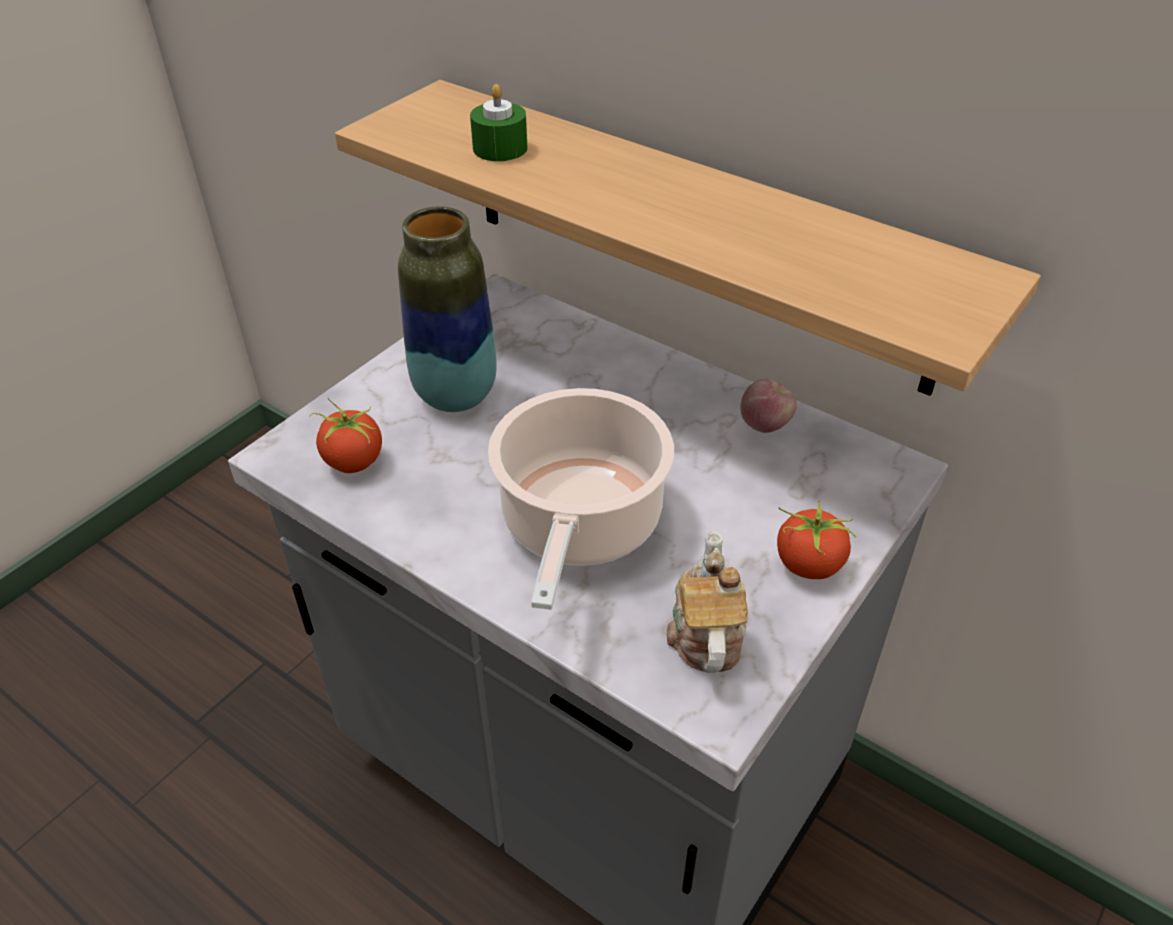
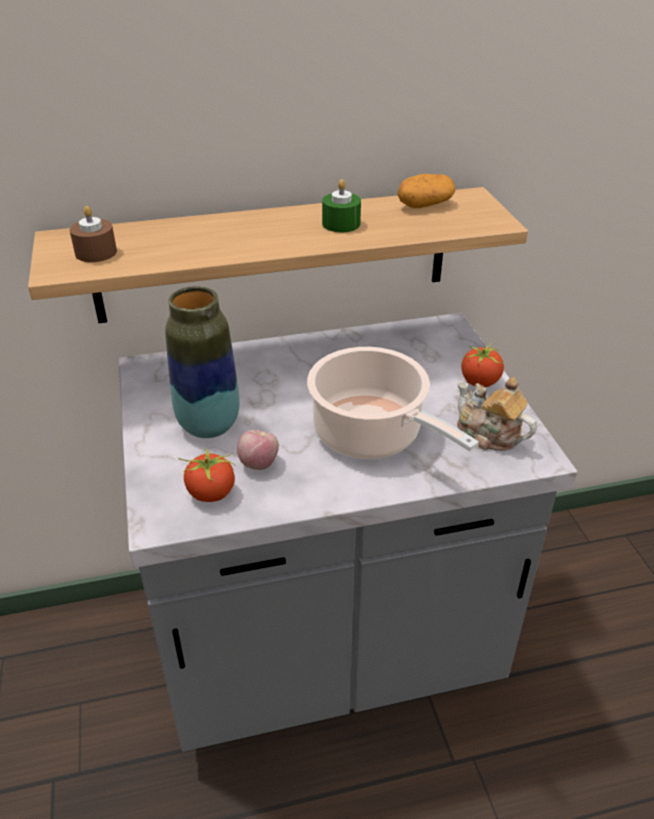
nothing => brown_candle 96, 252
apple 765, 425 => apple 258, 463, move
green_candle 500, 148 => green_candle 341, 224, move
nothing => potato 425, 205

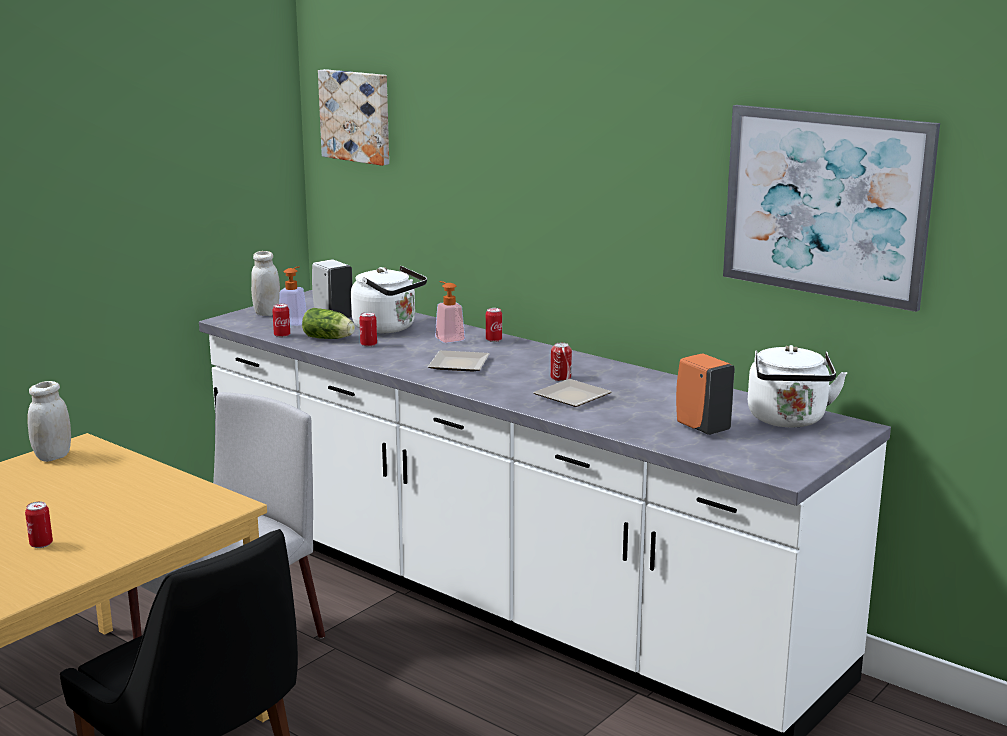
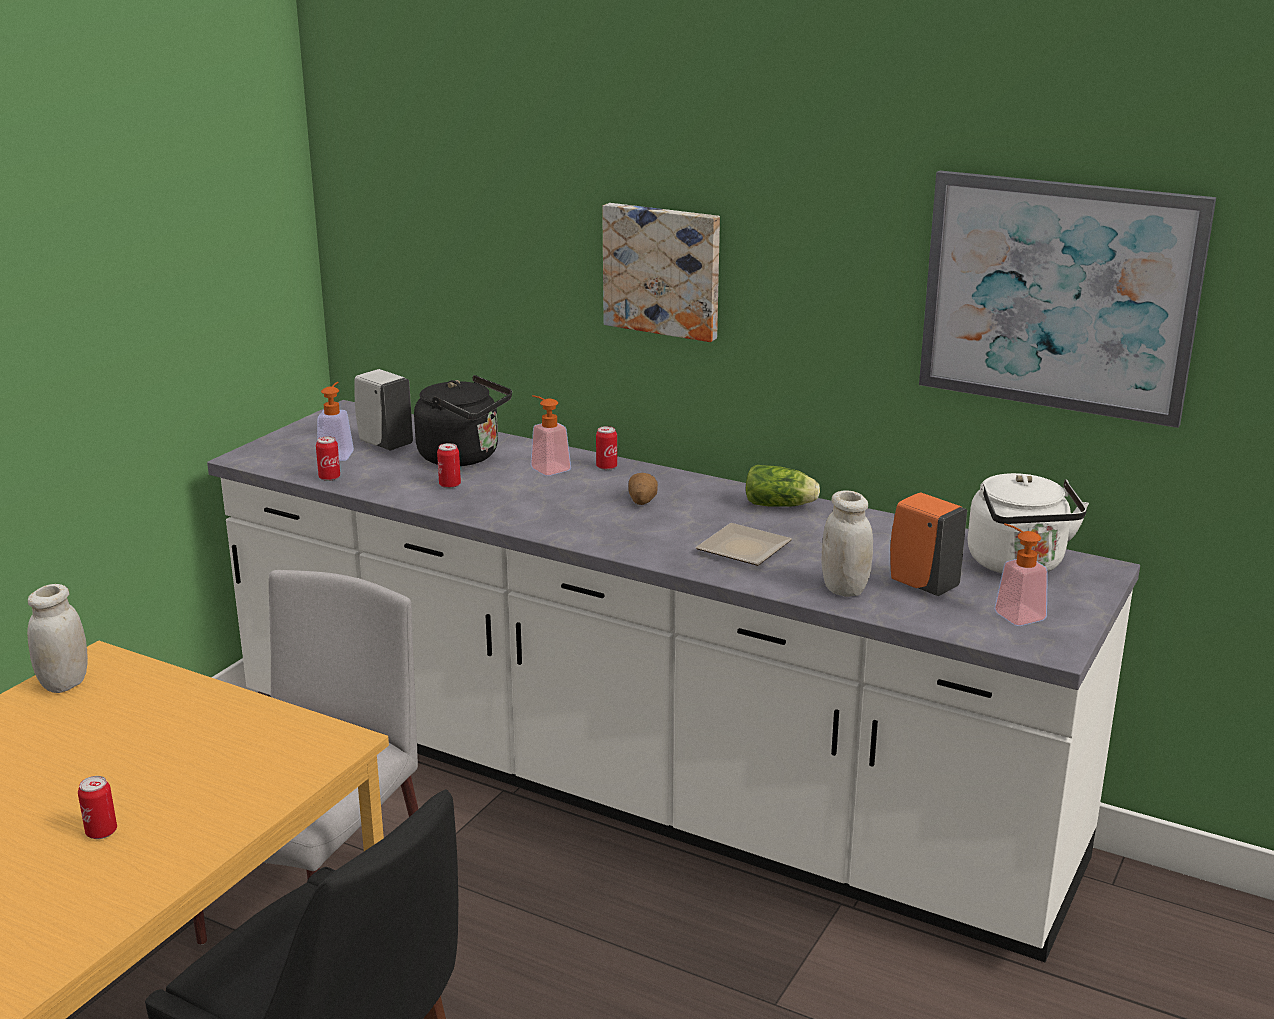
white_kettle 388, 328 => black_kettle 464, 457
picture 357, 116 => picture 663, 270, move
nothing => potato 642, 501
lettuce 330, 339 => lettuce 781, 505, move
white_jar 267, 313 => white_jar 844, 589, move
nothing => soap_dispenser 1014, 612
plate 457, 364 => nothing
can 560, 377 => nothing

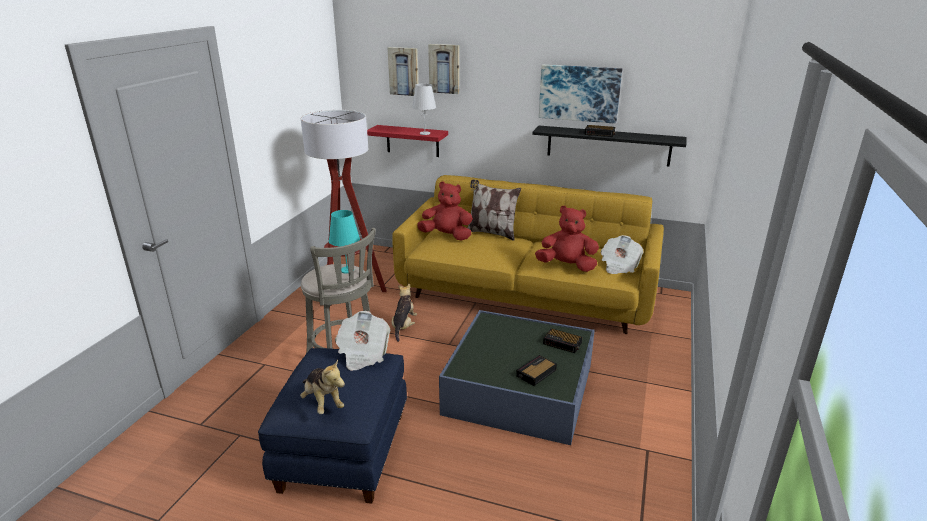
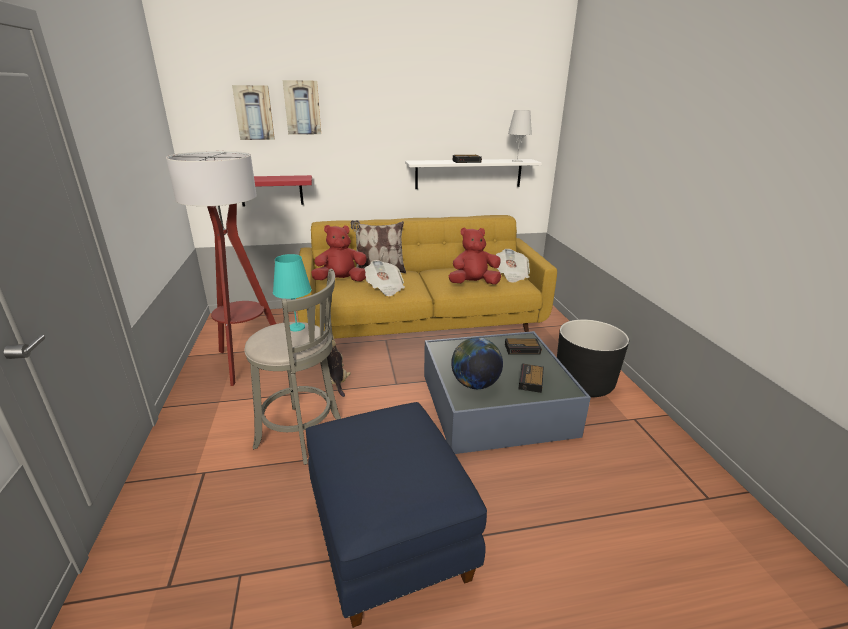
newspaper 363, 353 => newspaper 385, 288, move
black_shelf 608, 145 => white_shelf 469, 173
nothing => globe 475, 384
white_table_lamp 424, 133 => white_table_lamp 517, 161, move
nothing => black_planter 583, 383
plush_toy 323, 402 => nothing
picture 579, 93 => nothing

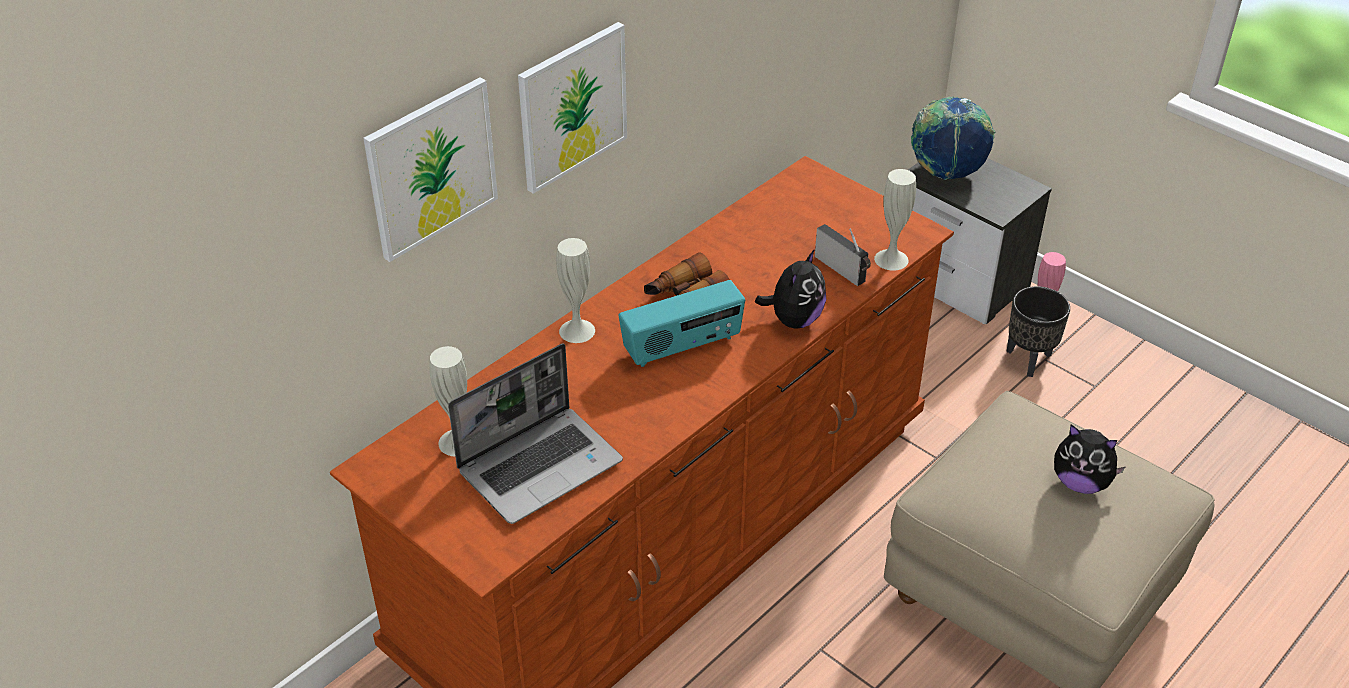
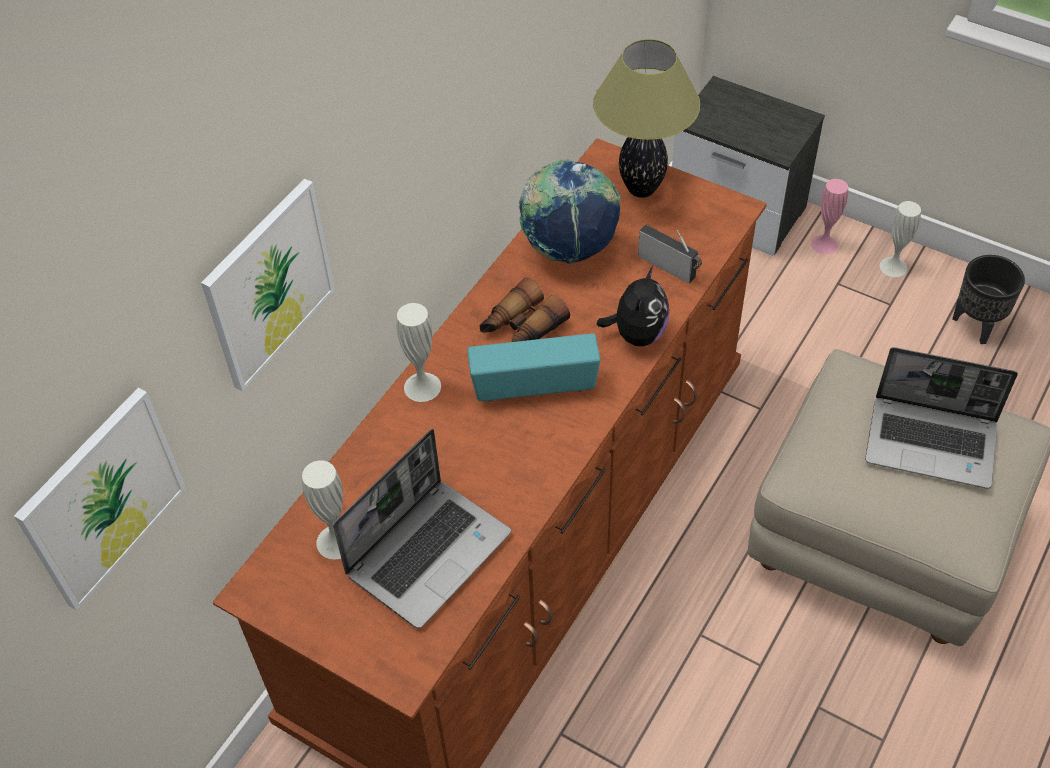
picture 572, 106 => picture 102, 498, move
radio 682, 347 => radio 534, 386, 150 degrees counterclockwise
globe 946, 173 => globe 569, 248, move
nothing => table_lamp 642, 189
plush_toy 1080, 482 => laptop 932, 442
white_vase 891, 259 => white_vase 893, 267, move
black_planter 1028, 360 => black_planter 976, 326, move

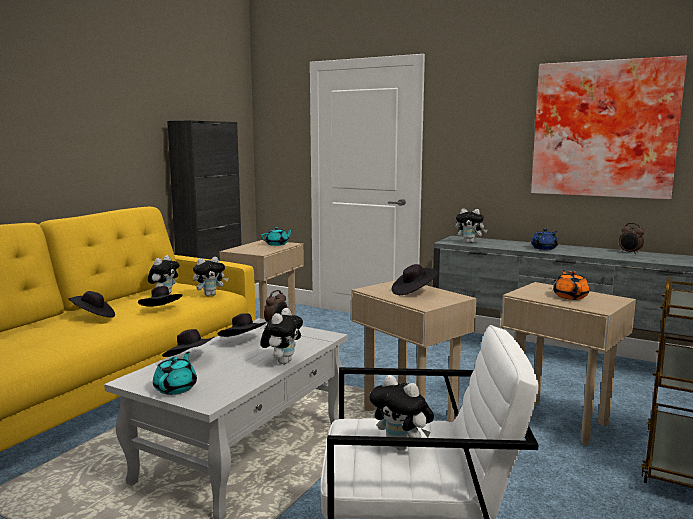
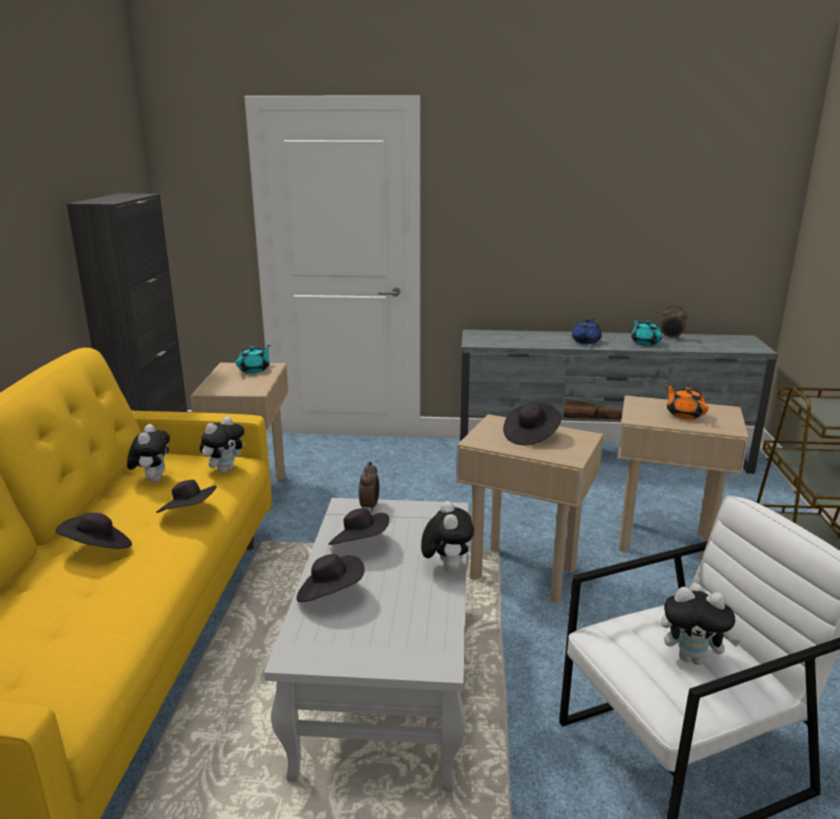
turquoise_teapot 176, 388 => turquoise_teapot 645, 342, move
plush_toy 470, 242 => nothing
picture 604, 129 => nothing

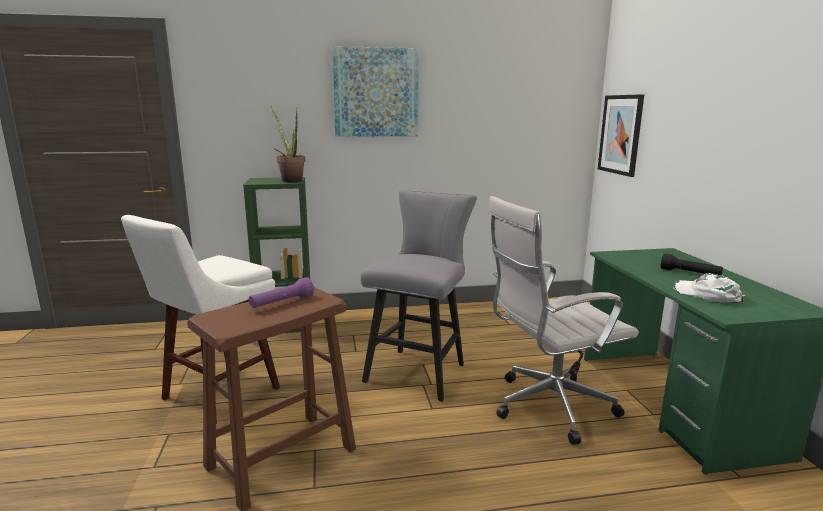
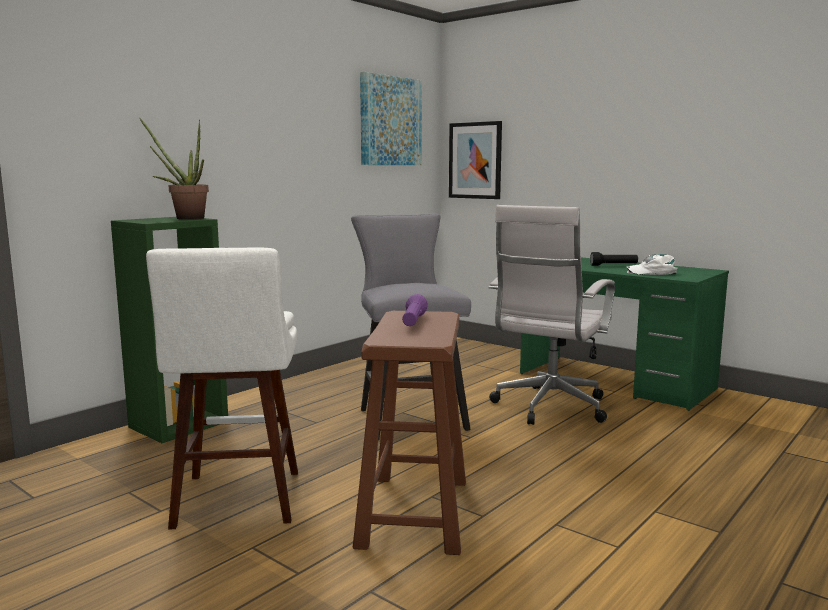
picture 375, 92 => picture 390, 121, move

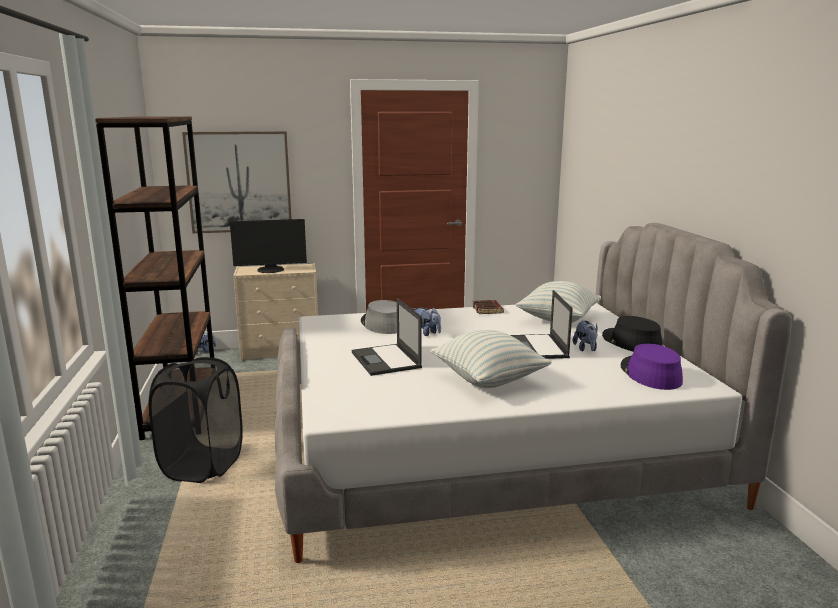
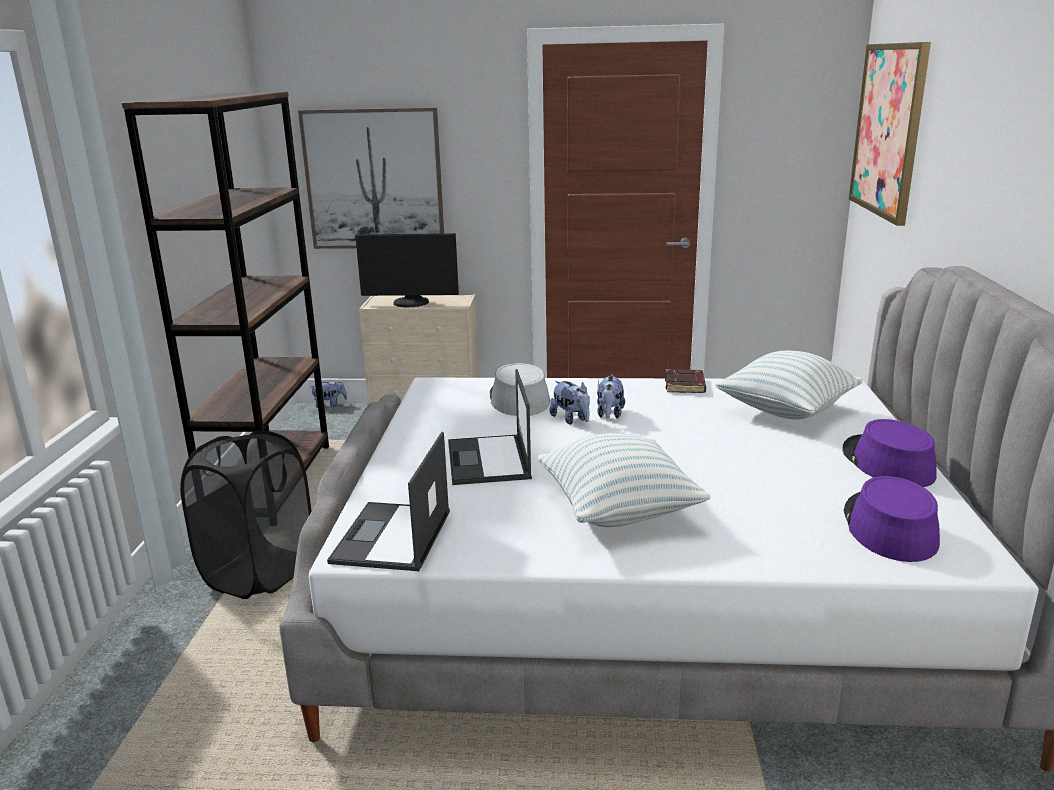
laptop 536, 348 => laptop 392, 537, move
plush_toy 586, 349 => plush_toy 609, 414, move
black_hat 631, 342 => purple_hat 887, 463
nothing => picture 888, 130

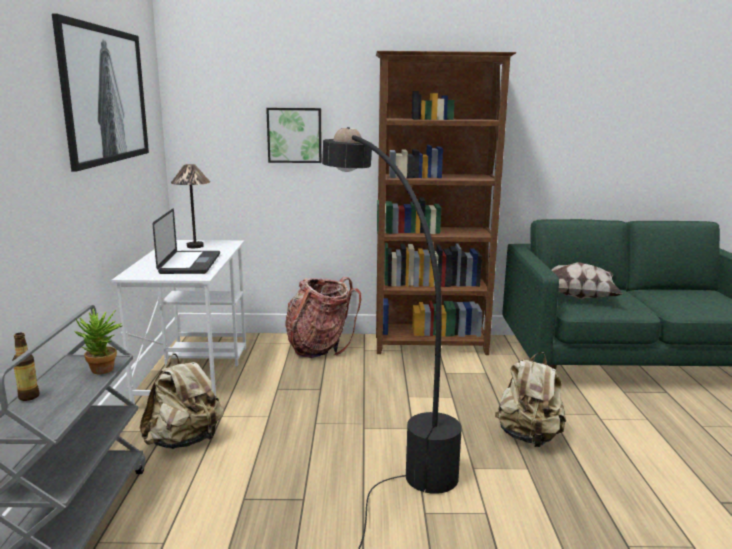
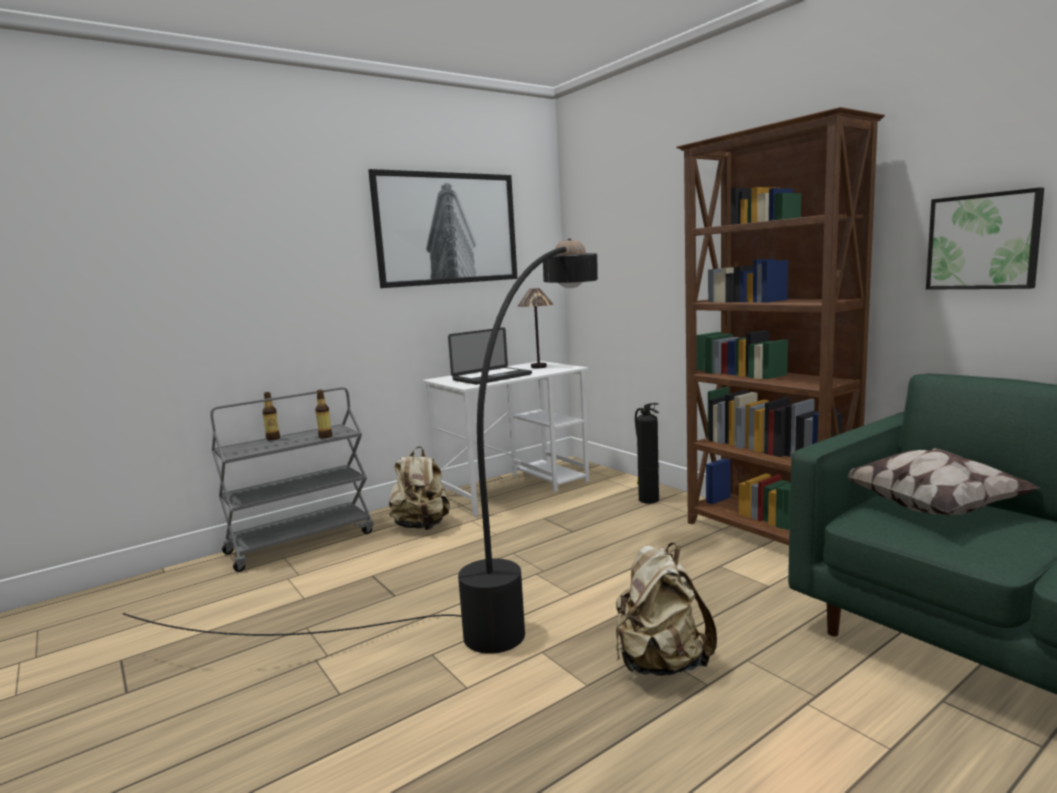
potted_plant 103, 371 => bottle 325, 436
backpack 319, 347 => fire_extinguisher 648, 499
picture 294, 135 => picture 983, 241, move

